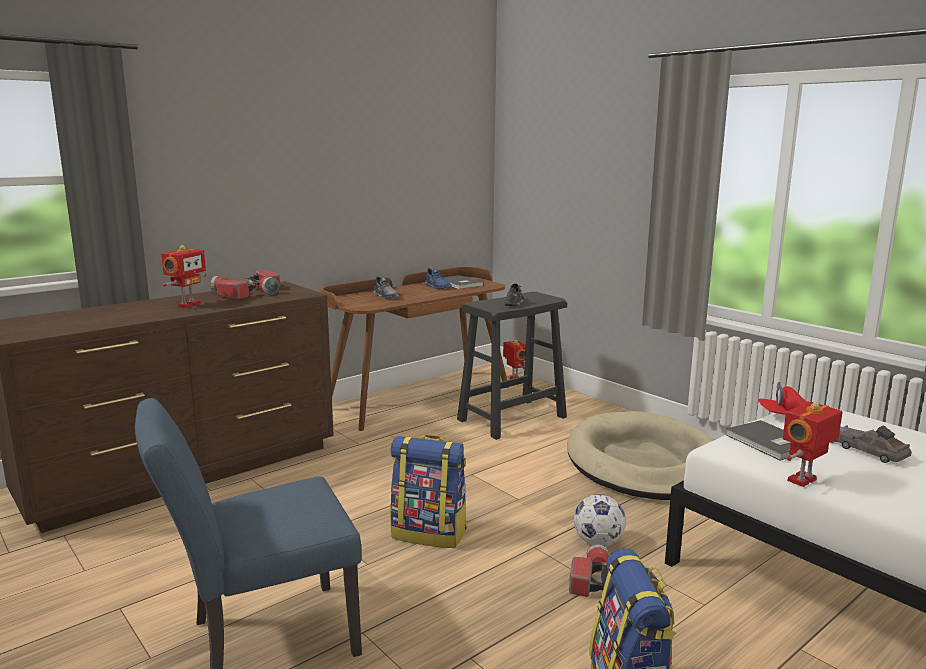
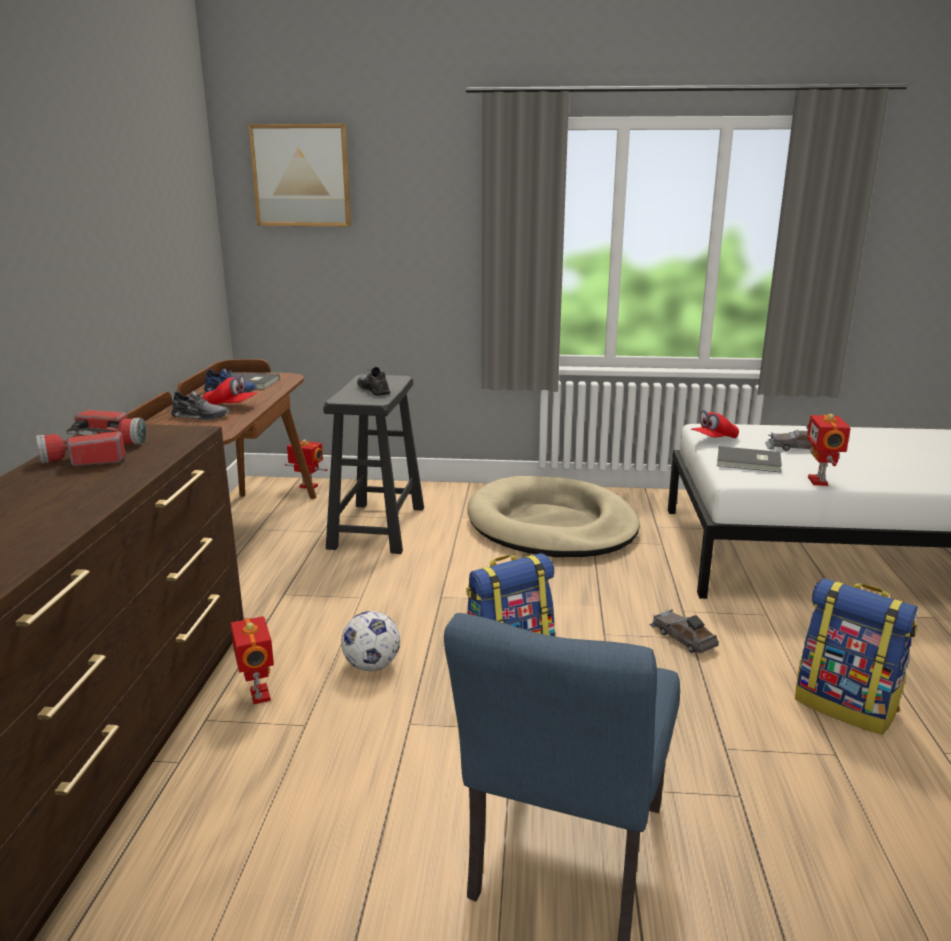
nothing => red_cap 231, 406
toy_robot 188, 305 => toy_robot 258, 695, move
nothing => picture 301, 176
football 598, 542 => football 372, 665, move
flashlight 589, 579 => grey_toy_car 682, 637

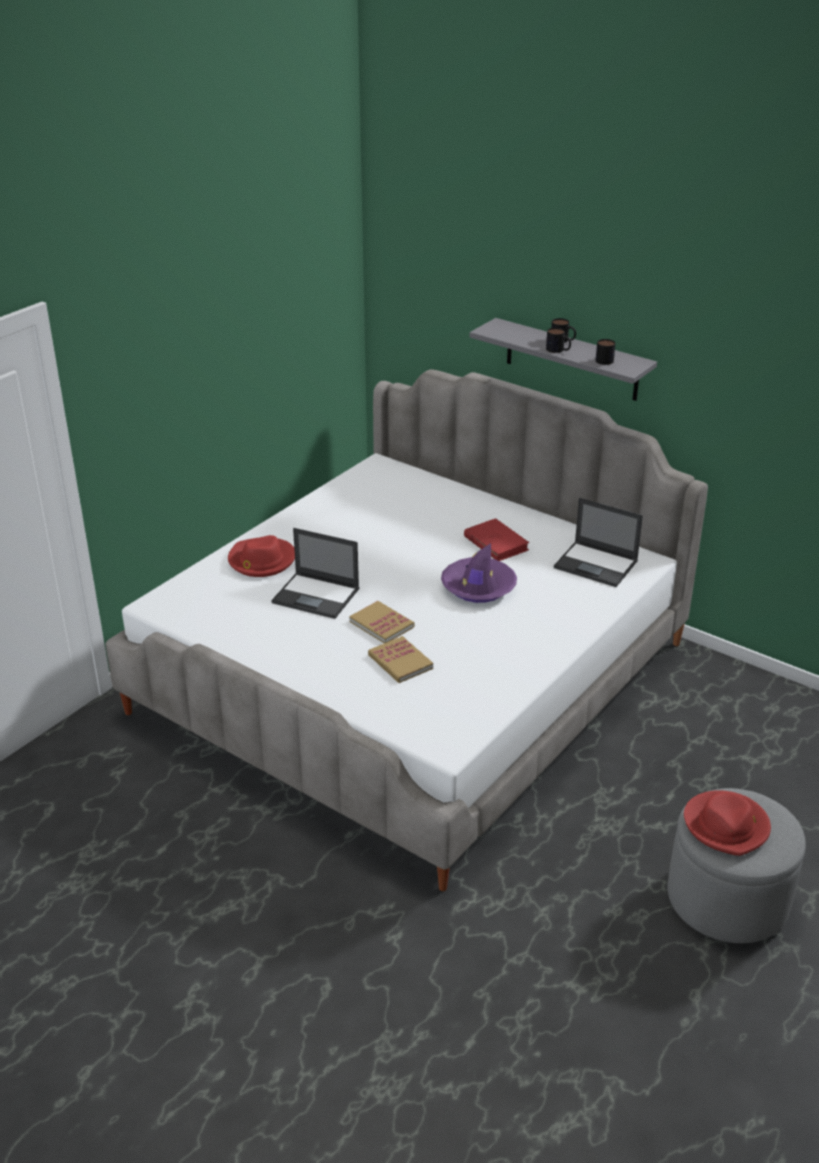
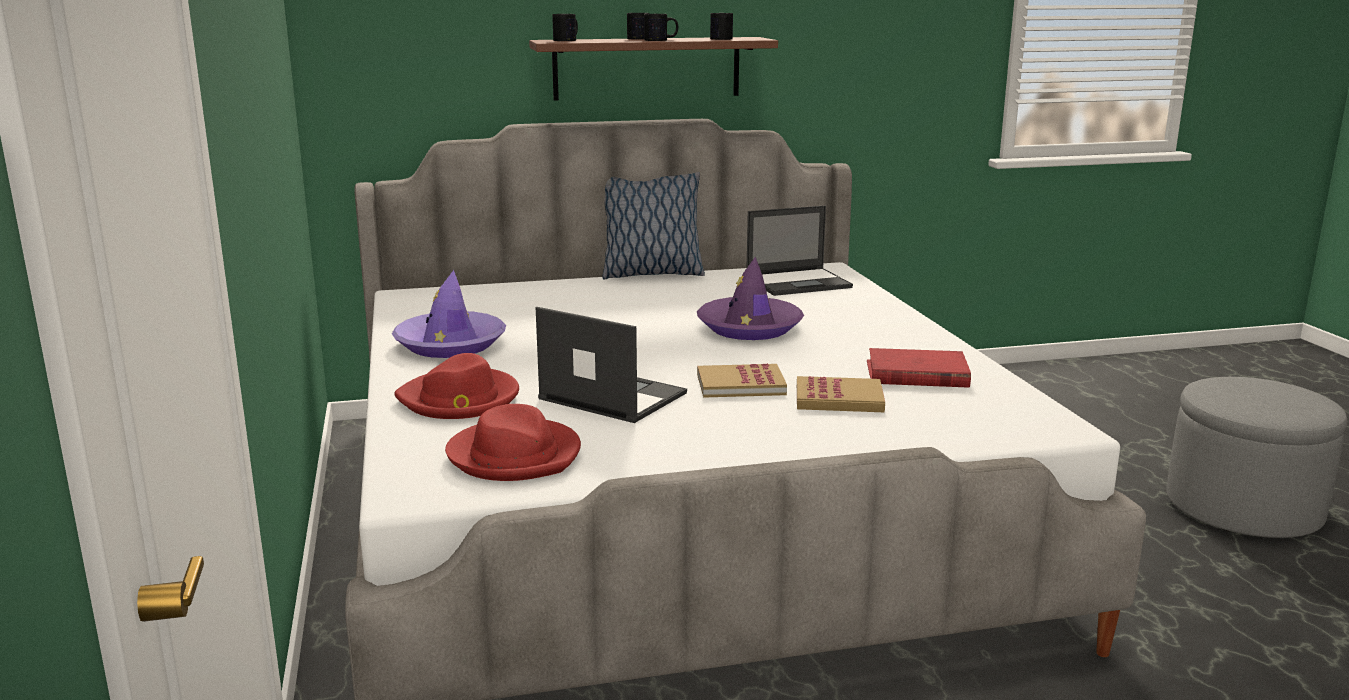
nothing => purple_hat 450, 344
red_hat 726, 825 => red_hat 515, 455, move
grey_shelf 571, 360 => brown_shelf 647, 68
laptop 317, 596 => laptop 611, 396, 120 degrees counterclockwise
nothing => mug 568, 40
nothing => pillow 651, 274
red_book 496, 543 => red_book 916, 374, move

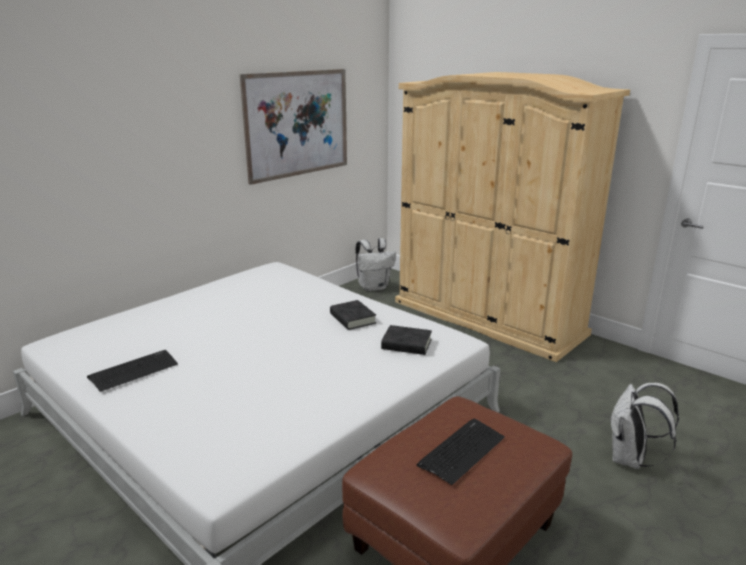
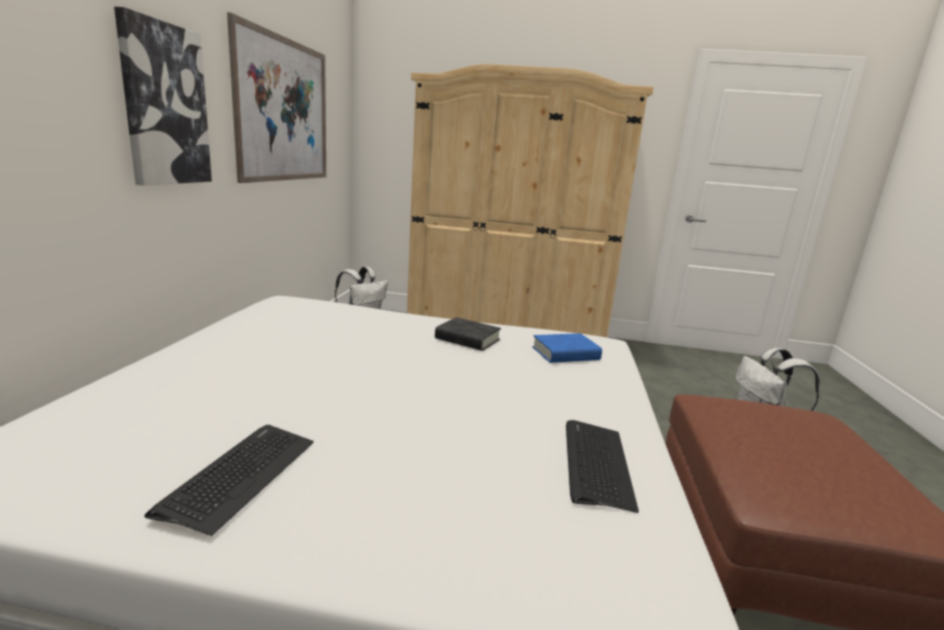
nothing => picture 164, 105
black_book 406, 344 => blue_book 565, 354
keyboard 461, 451 => keyboard 595, 464, move

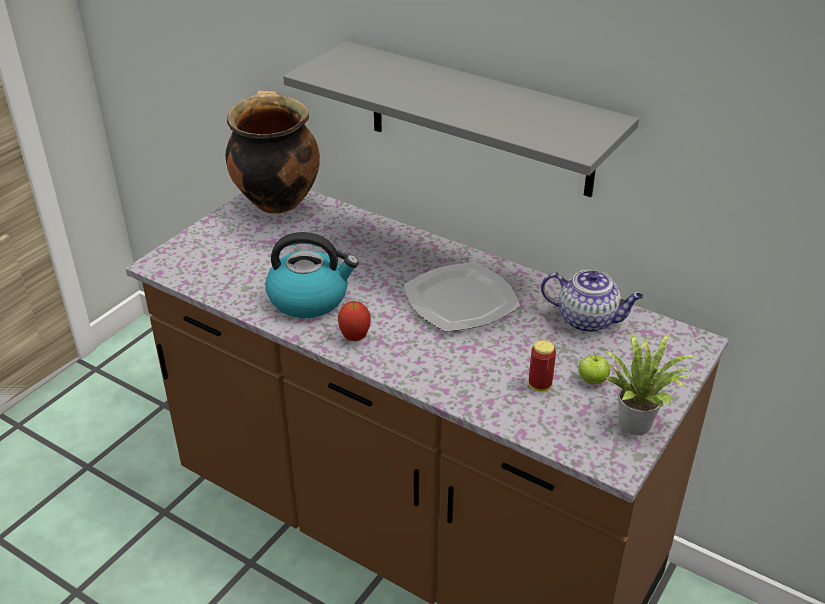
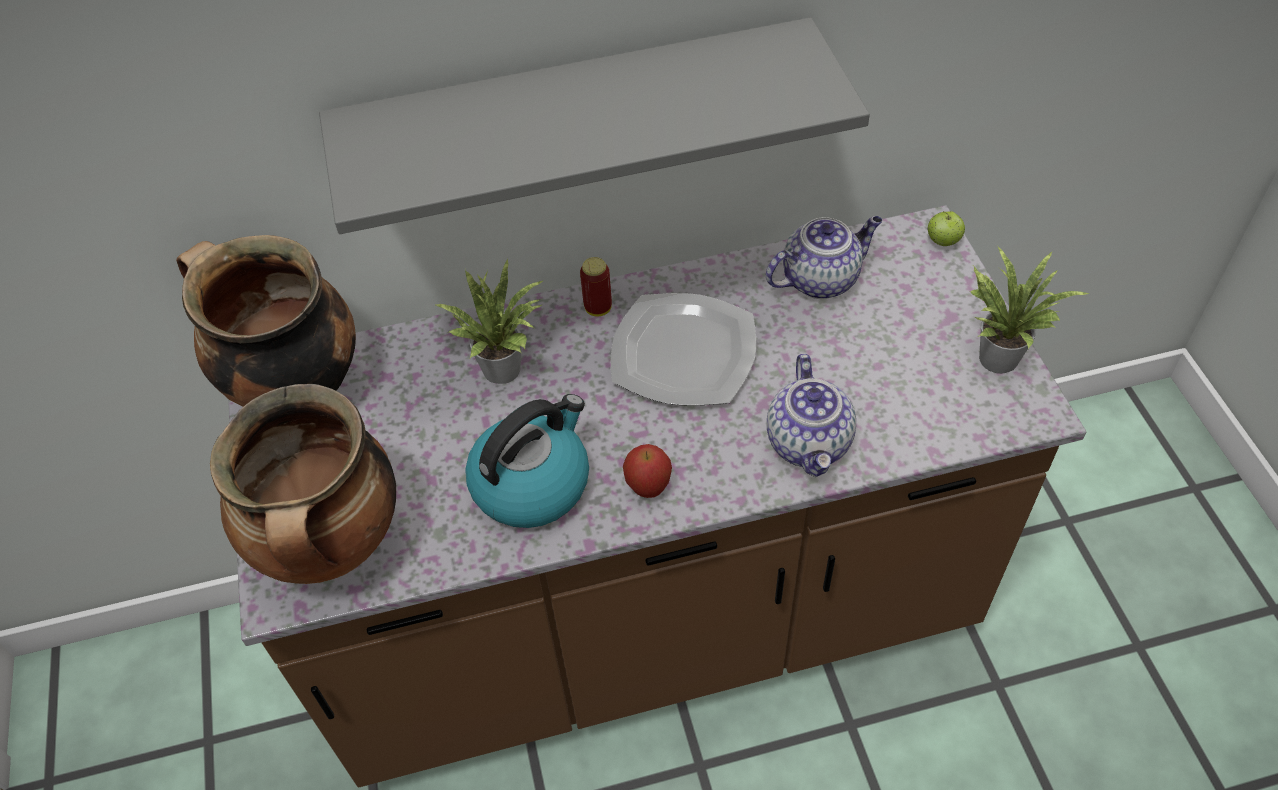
nothing => cooking_pot 334, 548
nothing => potted_plant 505, 365
can 540, 385 => can 598, 308, move
nothing => teapot 810, 443
apple 592, 381 => apple 943, 241, move

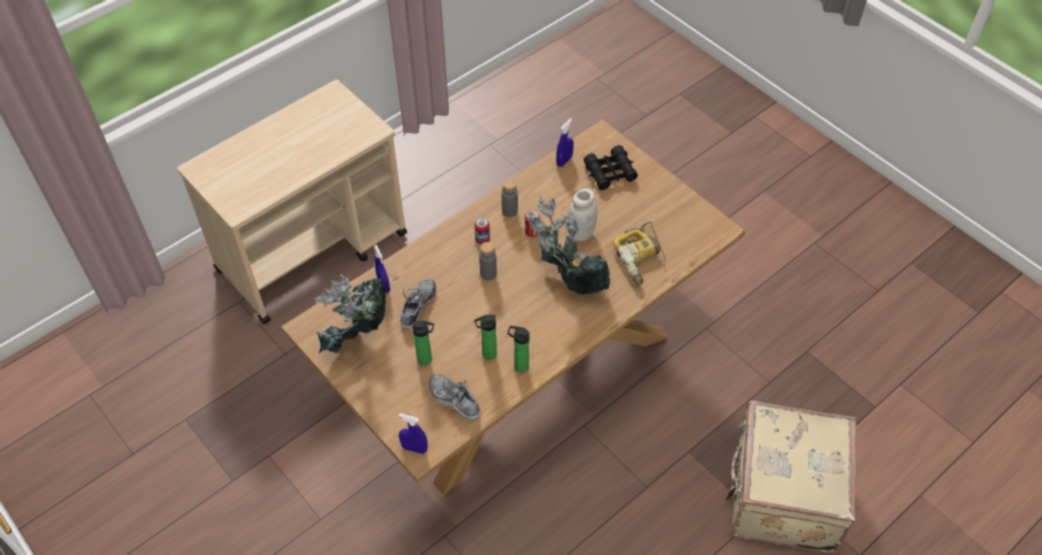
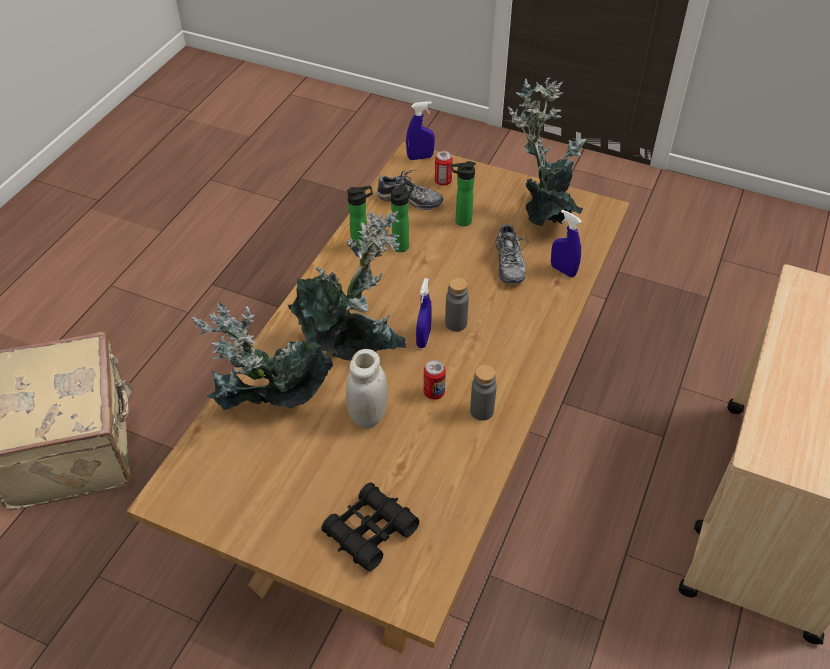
power_drill 641, 258 => potted_plant 270, 410
blue_spray_bottle 564, 161 => blue_spray_bottle 423, 338, move
can 482, 240 => can 443, 181, move

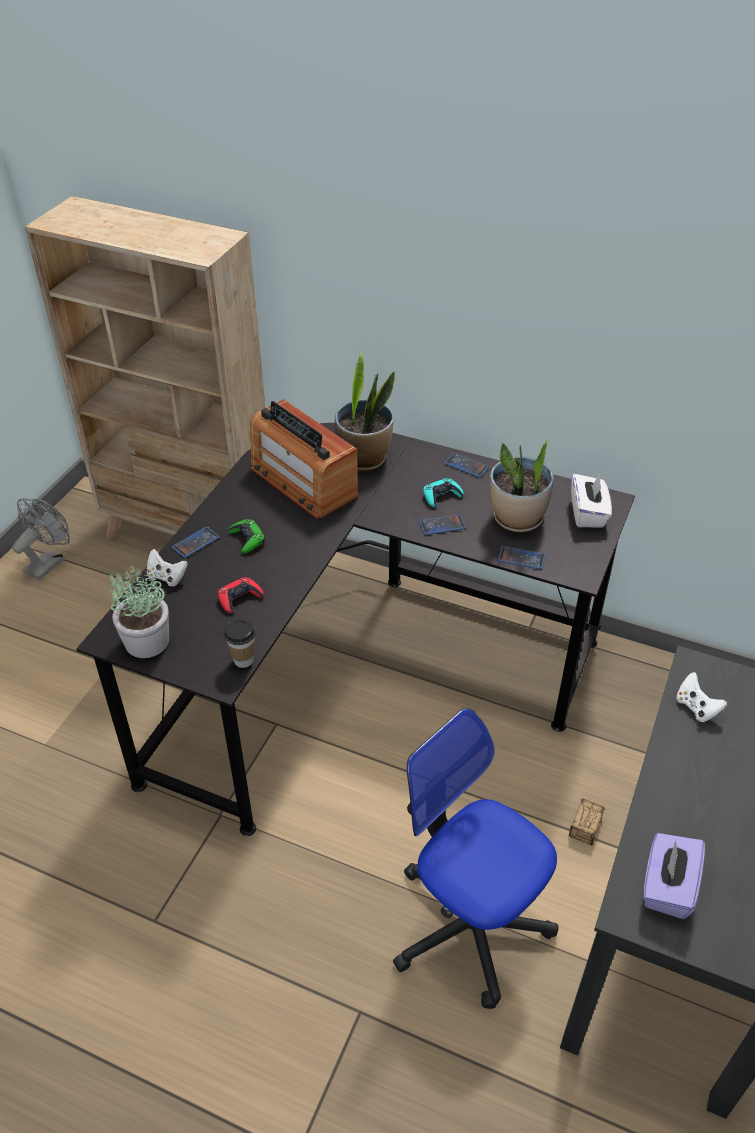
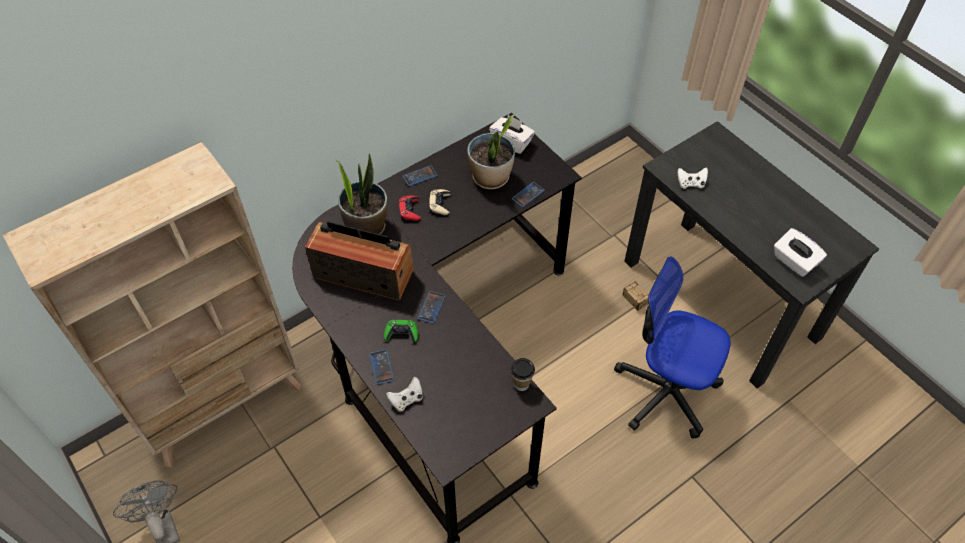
radio 303, 482 => radio 364, 273, 150 degrees counterclockwise
red_game_controller 239, 598 => red_game_controller 410, 210, move
phone 442, 525 => phone 431, 307, move
turquoise_game_controller 441, 496 => beige_game_controller 440, 204
office_chair 470, 924 => office_chair 665, 391, 45 degrees clockwise
purple_tissue_box 667, 887 => white_tissue_box 794, 262
potted_plant 146, 642 => nothing

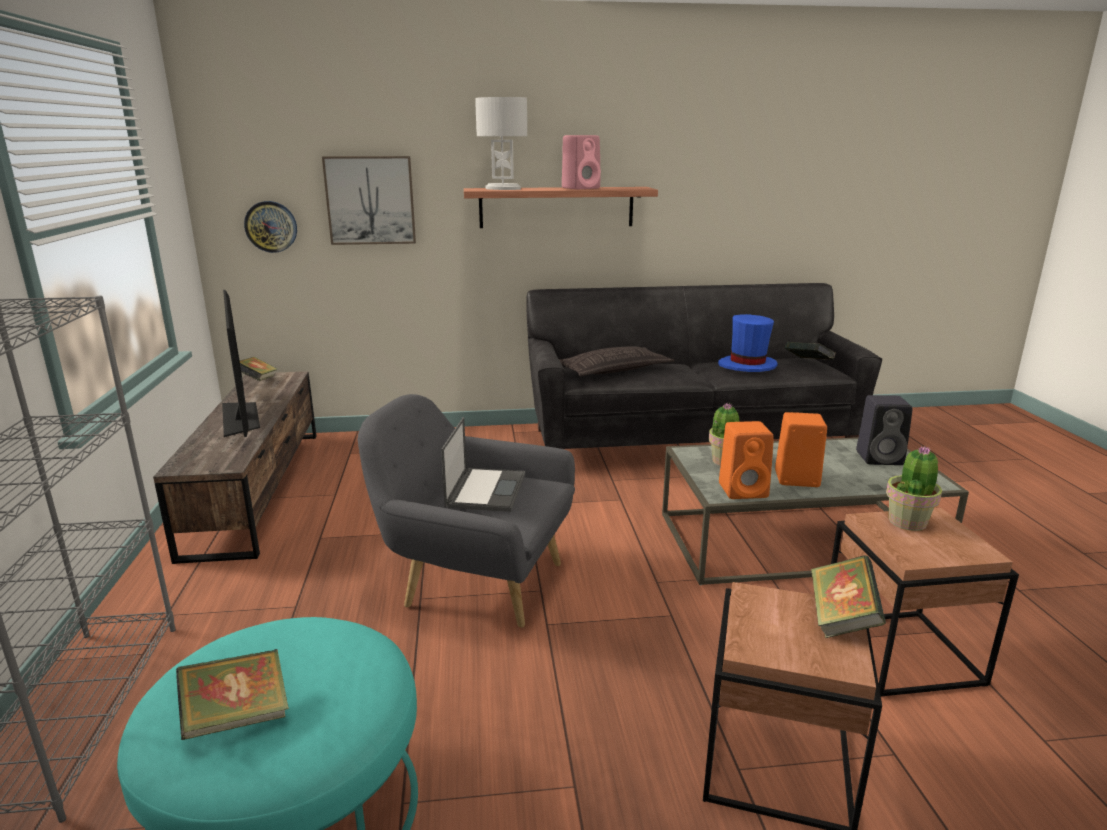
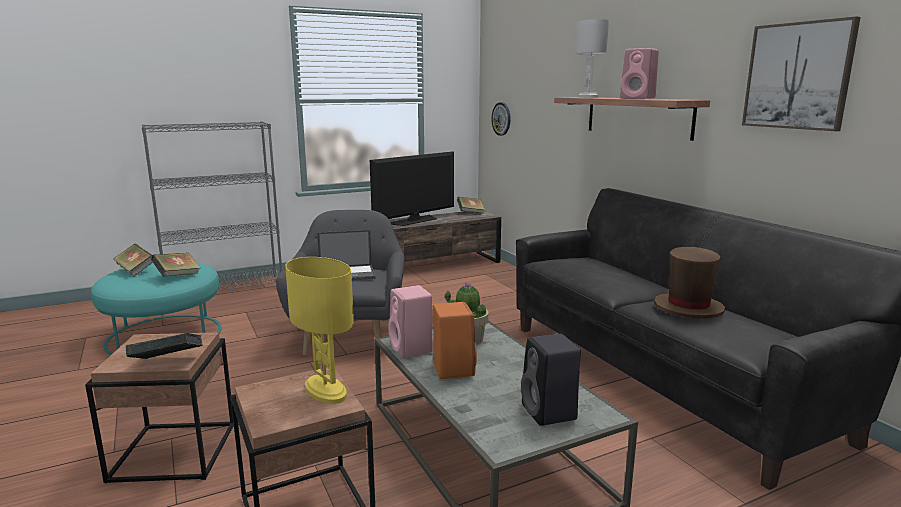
book 808, 363 => book 178, 276, move
potted_plant 908, 521 => yellow_table_lamp 325, 391
orange_speaker 744, 490 => pink_speaker 412, 349
blue_hat 747, 366 => brown_hat 688, 308
picture 370, 200 => picture 797, 76, move
pillow 614, 370 => nothing

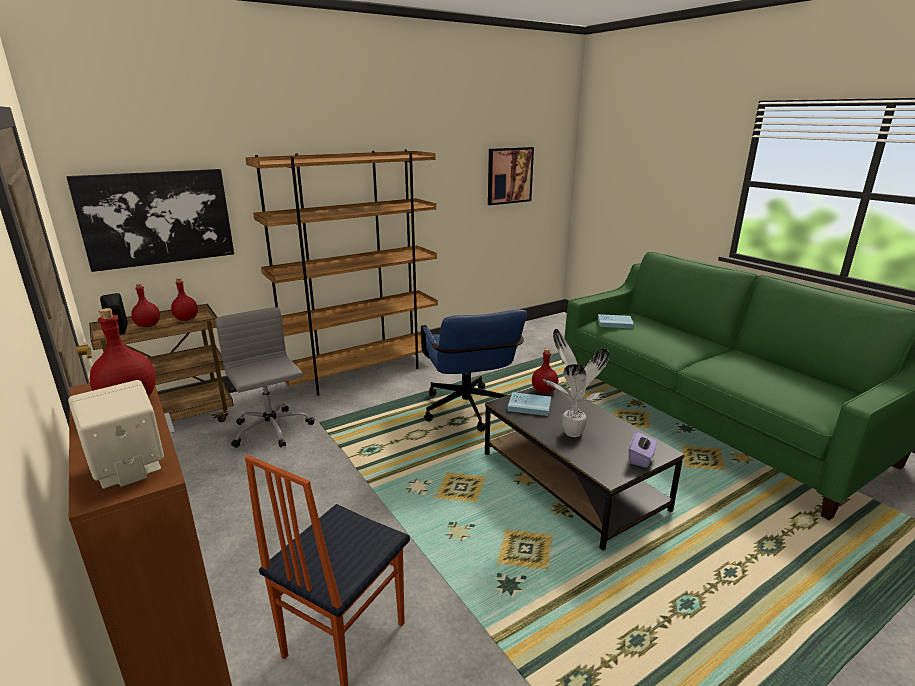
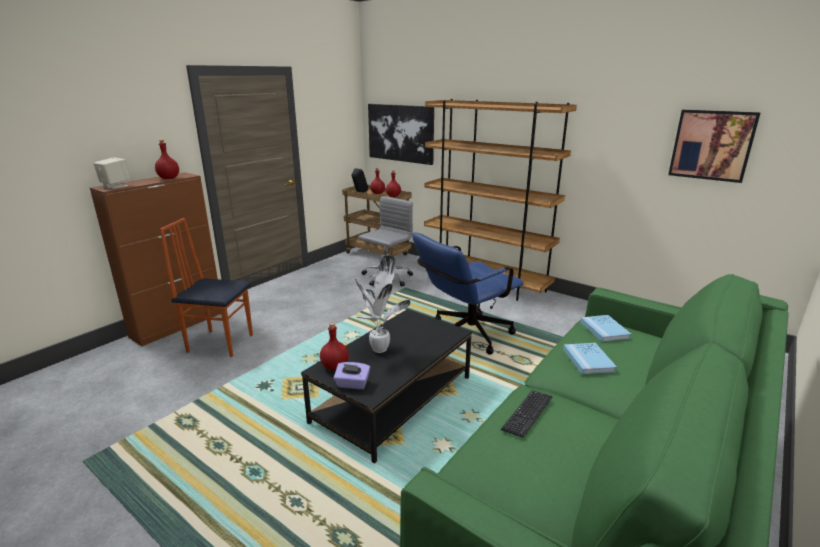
red_bottle 544, 390 => red_bottle 335, 366, move
nothing => keyboard 527, 414
blue_book 529, 406 => blue_book 588, 360, move

